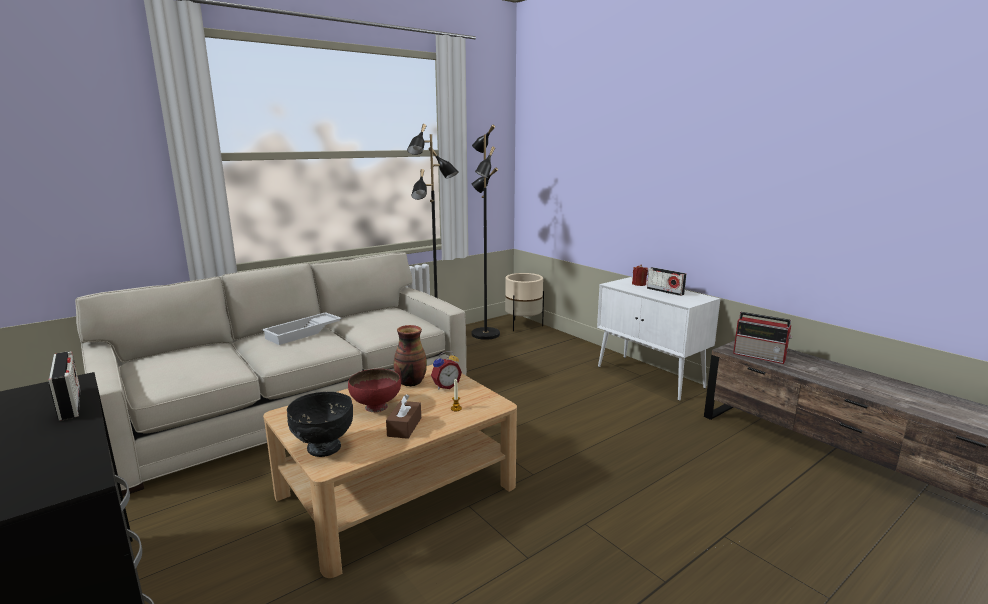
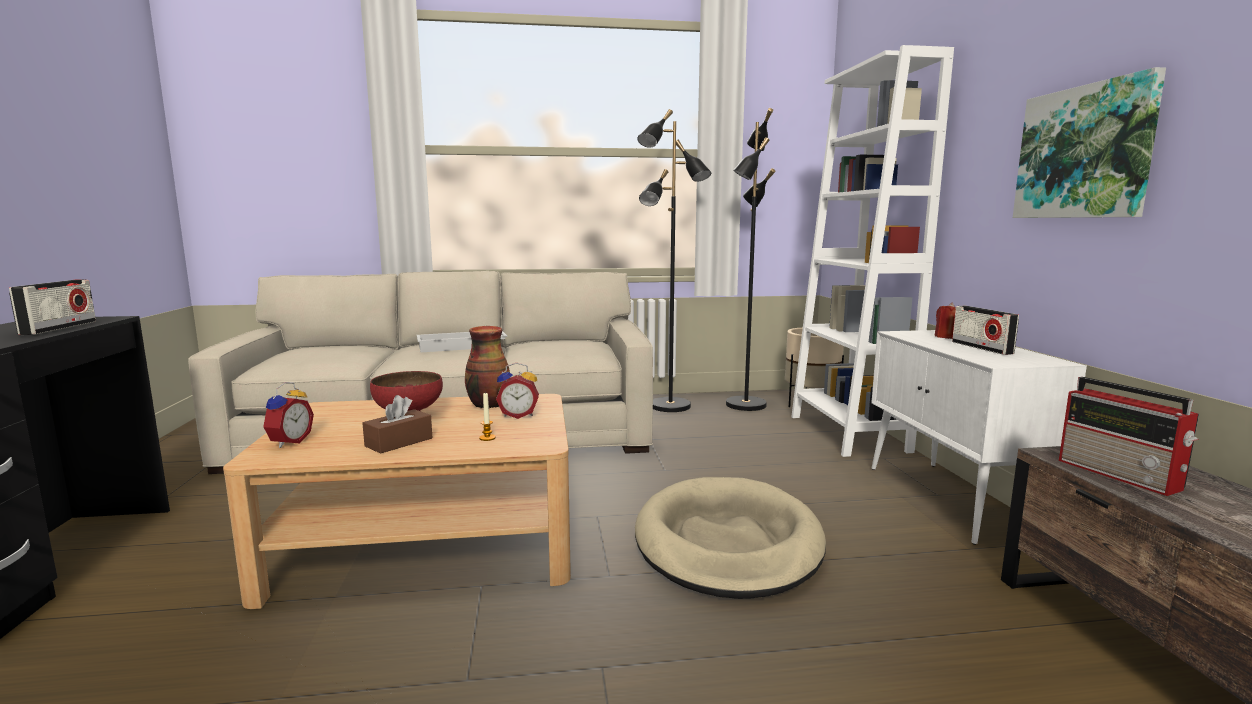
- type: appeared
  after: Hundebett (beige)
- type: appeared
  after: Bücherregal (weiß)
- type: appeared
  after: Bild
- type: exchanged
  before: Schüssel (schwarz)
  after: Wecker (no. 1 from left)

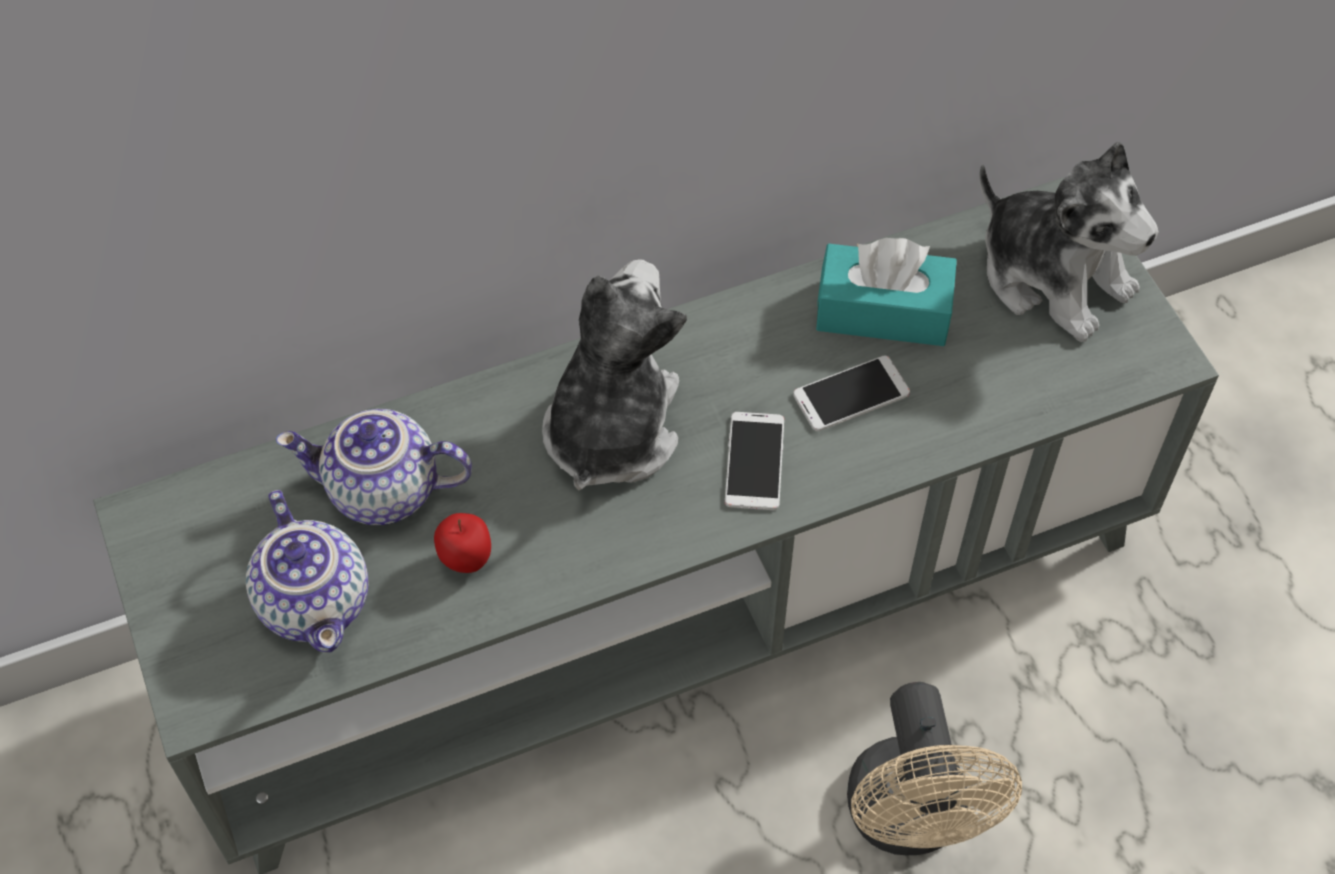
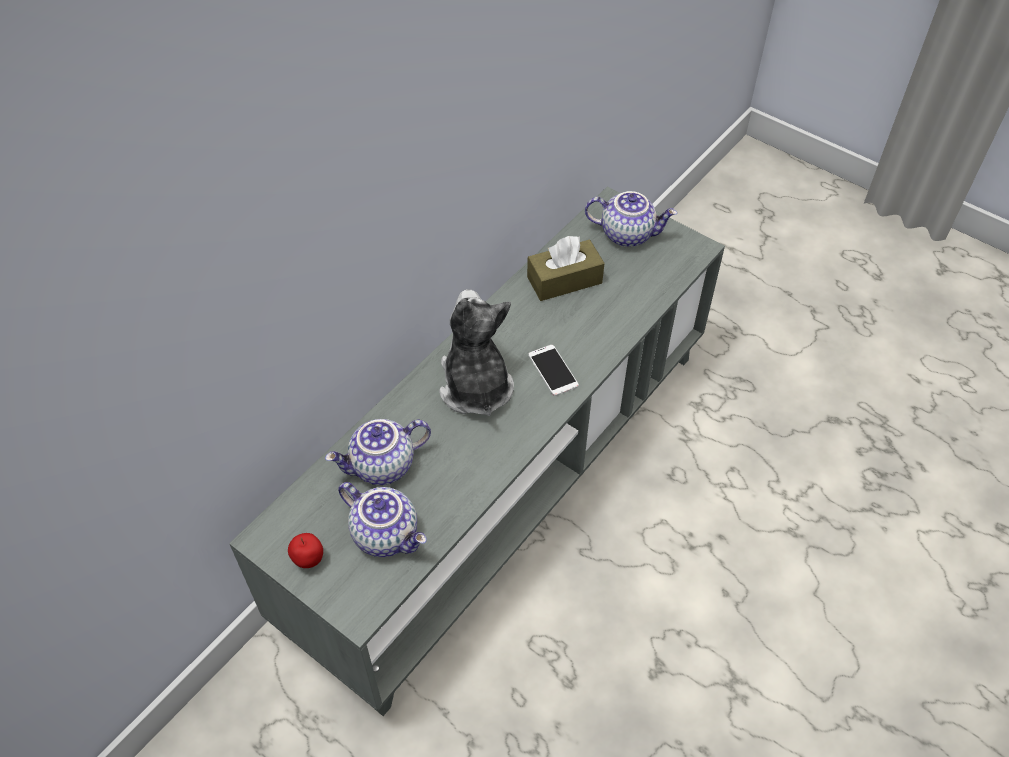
- type: missing
  before: Handy (no. 2 from left)
- type: missing
  before: Ventilator (beige)
- type: relocated
  before: Apfel
- type: exchanged
  before: Plüschtier (no. 2 from left)
  after: Teekanne (no. 3 from left)
- type: colour
  before: Taschentuchbox (türkis)
  after: Taschentuchbox (braun)

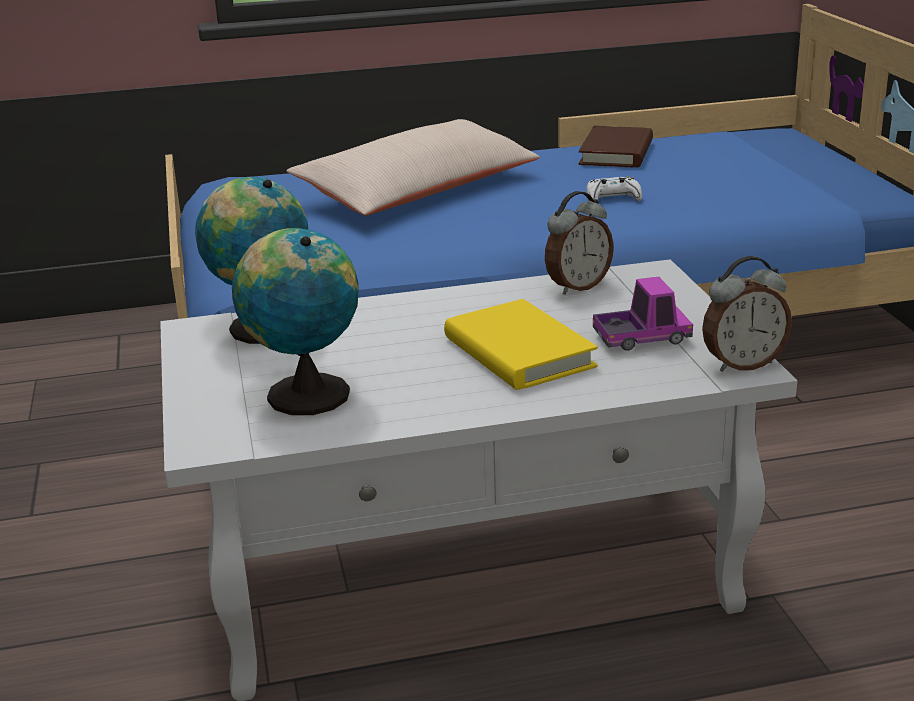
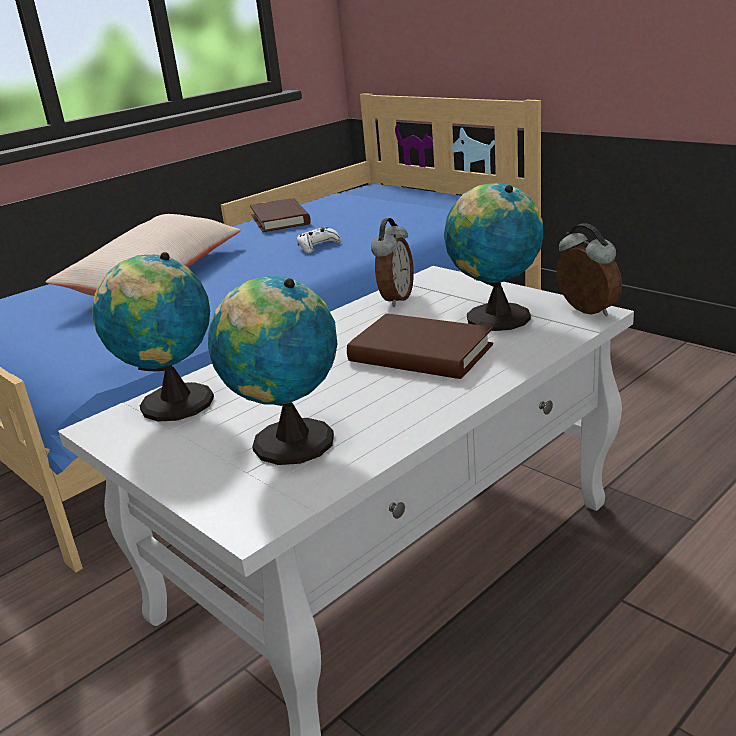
- type: exchanged
  before: Spielzeuglaster
  after: Globus (no. 3 from left)
- type: colour
  before: Buch (gelb)
  after: Buch (braun) (no. 2 from left)
- type: spun
  before: Wecker (no. 2 from left)
  turn: -75

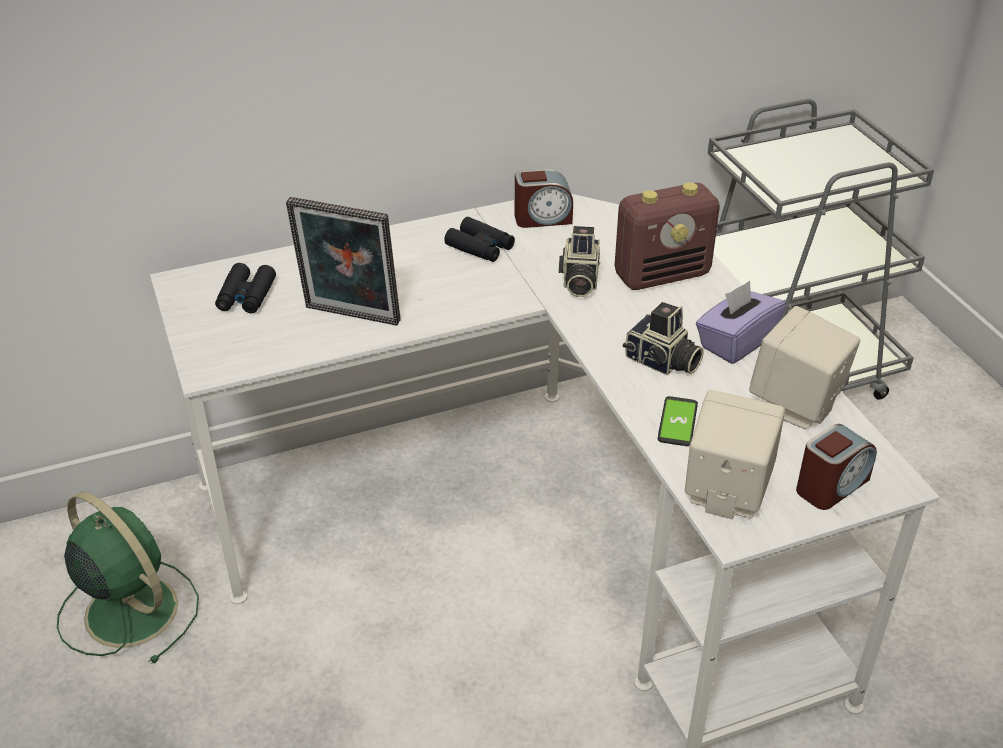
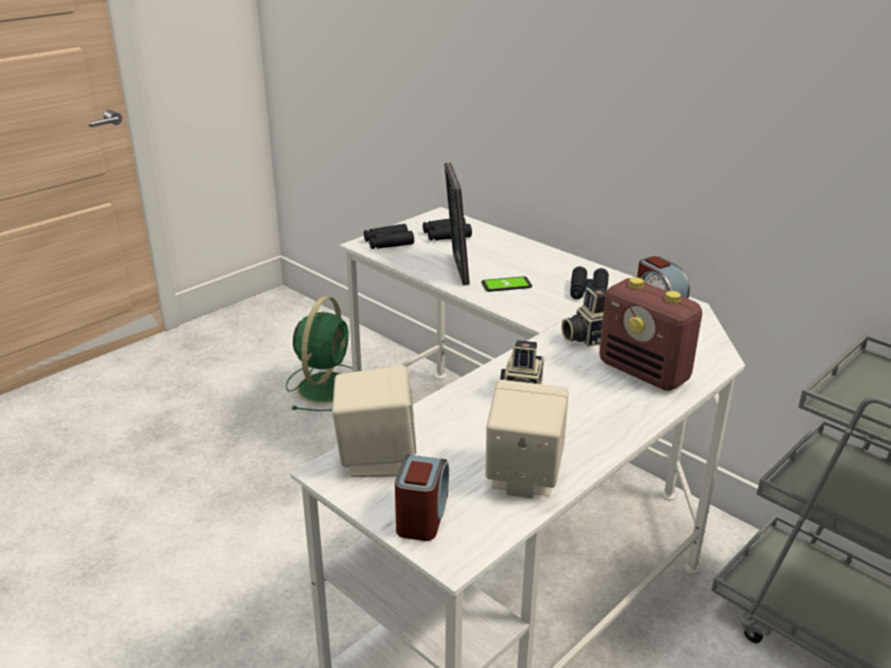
- type: missing
  before: Taschentuchbox (lila)
- type: appeared
  after: Fernglas (schwarz) (no. 1 from left)
- type: relocated
  before: Handy
- type: spun
  before: Wecker (no. 2 from left in the first image)
  turn: -105

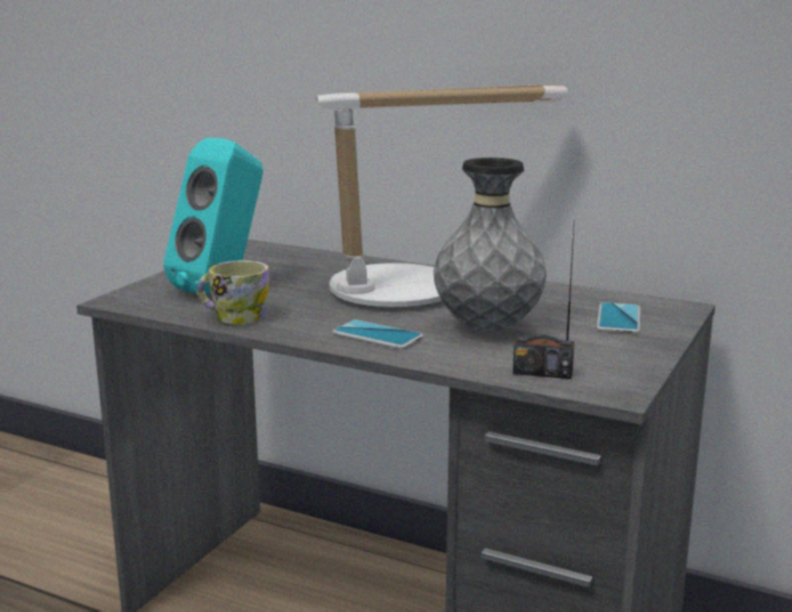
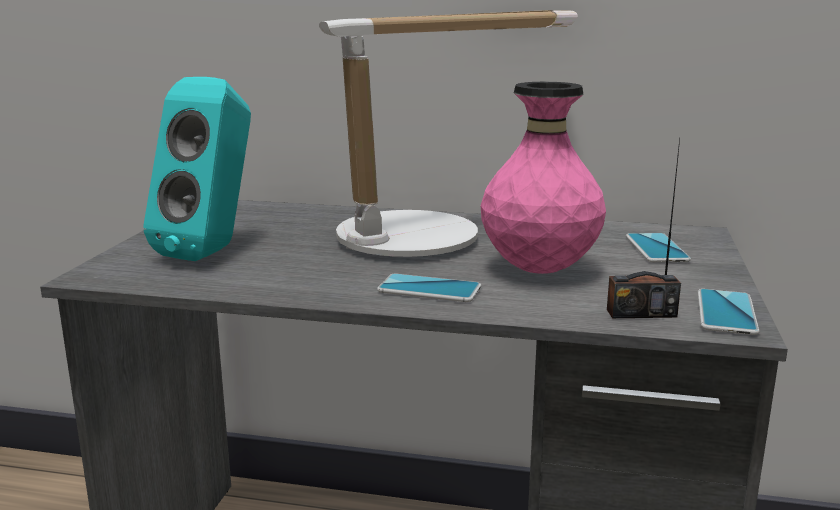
- type: missing
  before: Henkelbecher
- type: appeared
  after: Handy (no. 3 from left)
- type: colour
  before: Vase (grau)
  after: Vase (rosa)

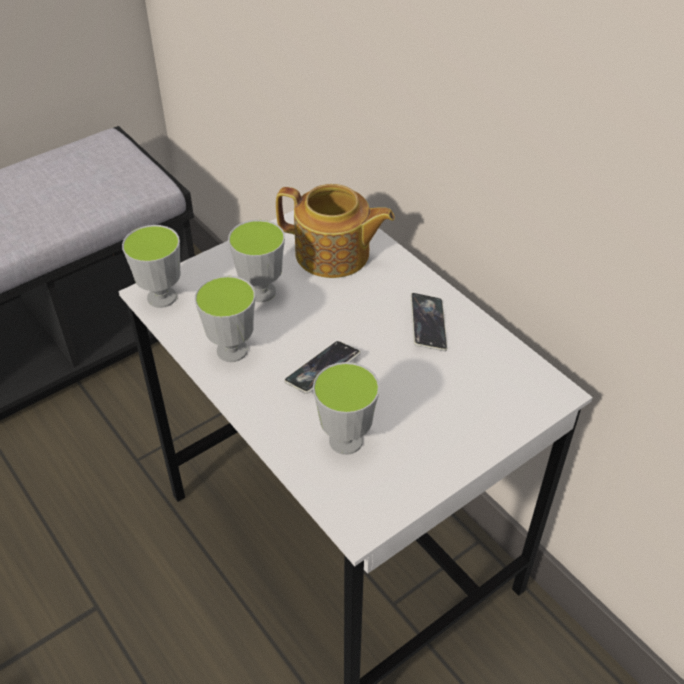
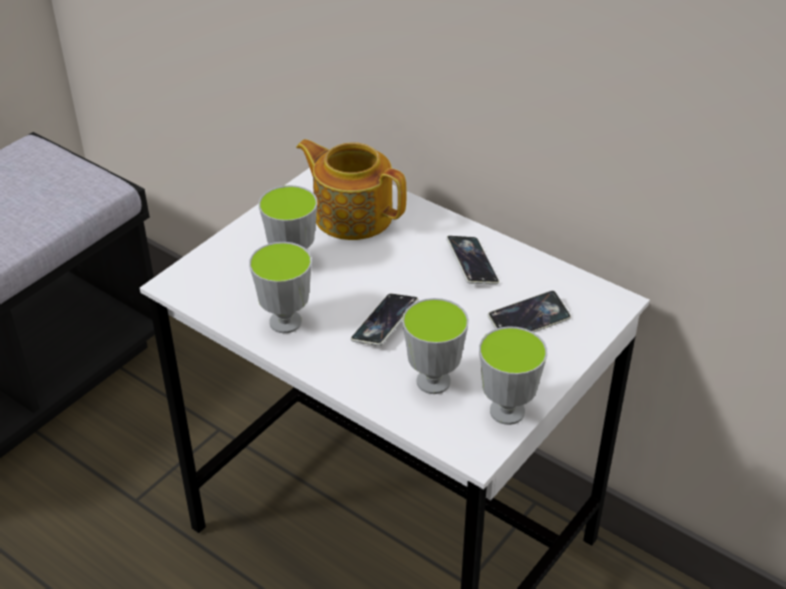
- type: appeared
  after: Handy (no. 3 from left)
- type: relocated
  before: Tasse (no. 1 from left in the first image)
  after: Tasse (no. 4 from left)
- type: spun
  before: Teekanne
  turn: -150

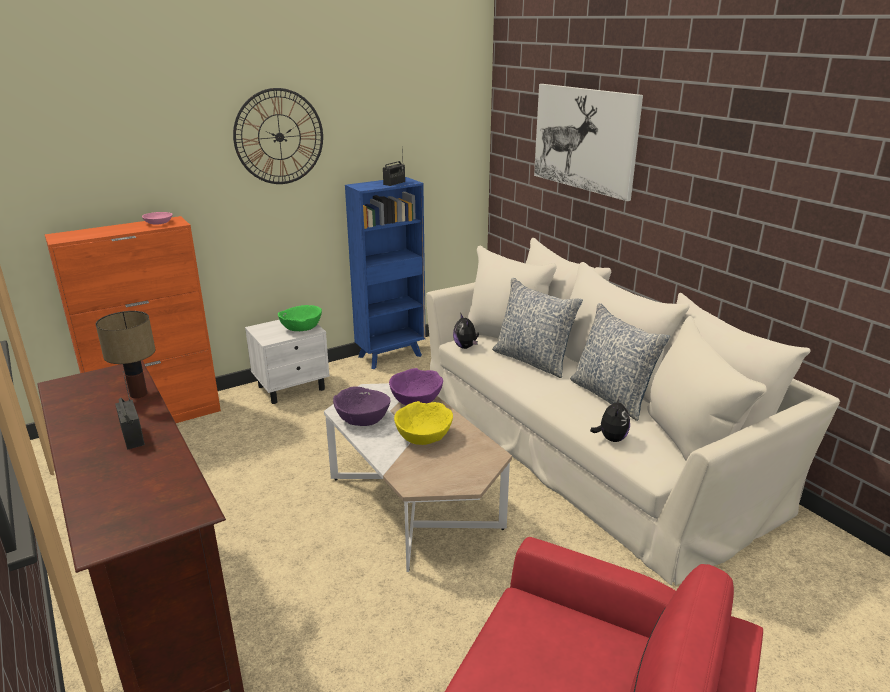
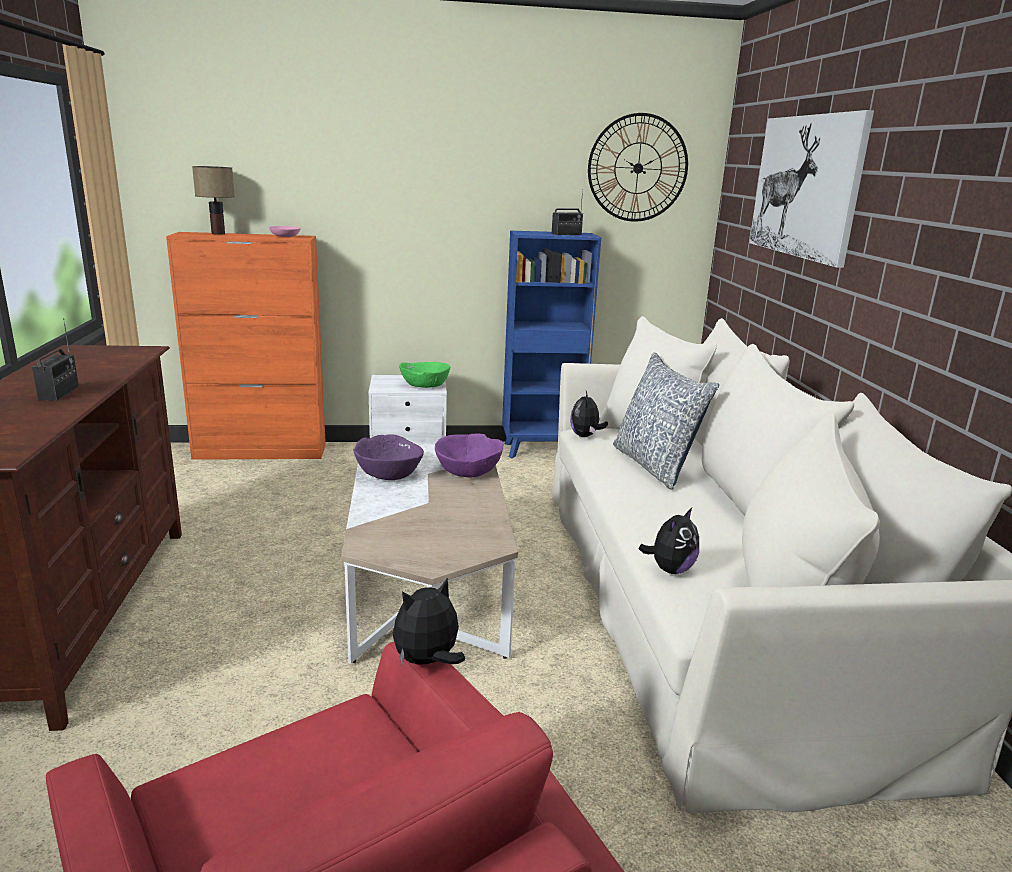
- type: missing
  before: Schüssel (gelb)
- type: missing
  before: Kissen (no. 2 from left)
- type: appeared
  after: Plüschtier (no. 1 from left)
- type: relocated
  before: Tischlampe
- type: relocated
  before: Wanduhr

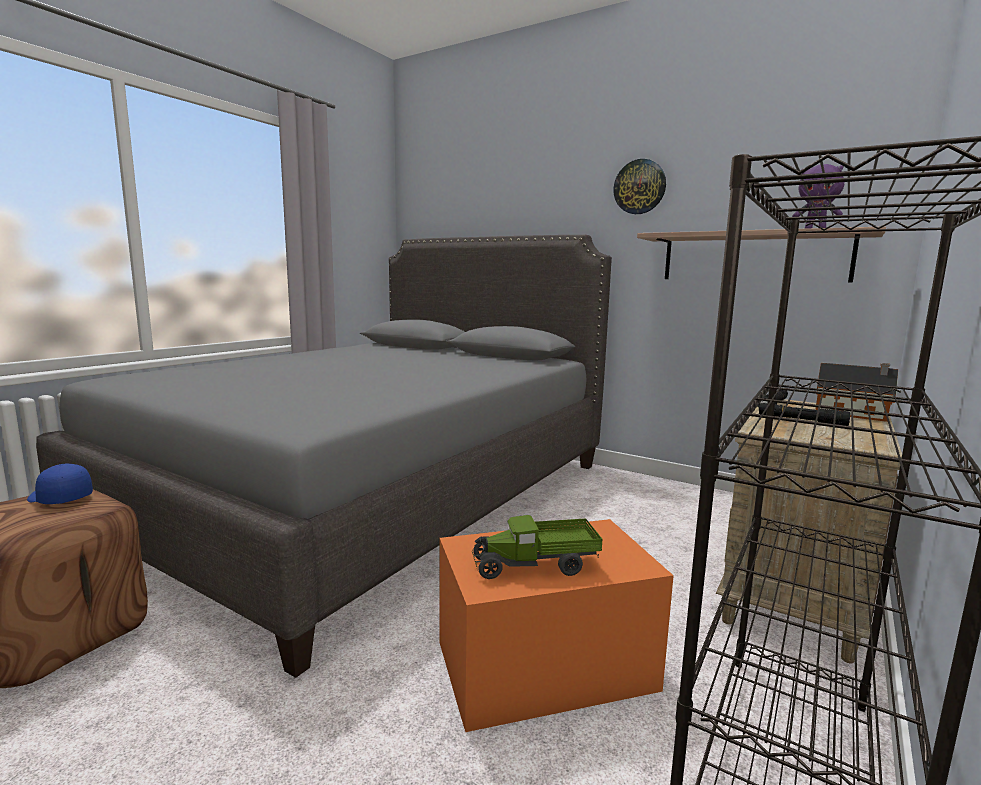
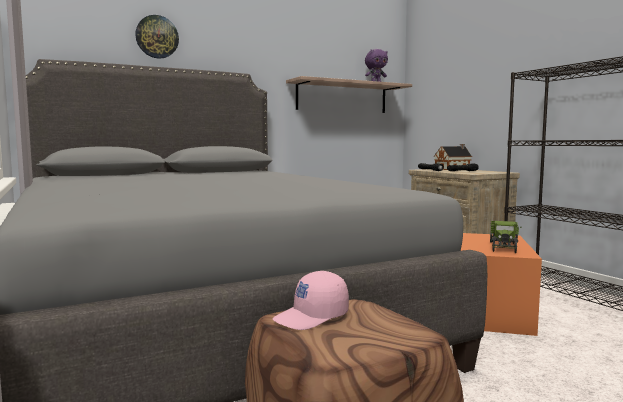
- type: relocated
  before: Wanduhr
- type: colour
  before: Kappe (blau)
  after: Kappe (rosa)

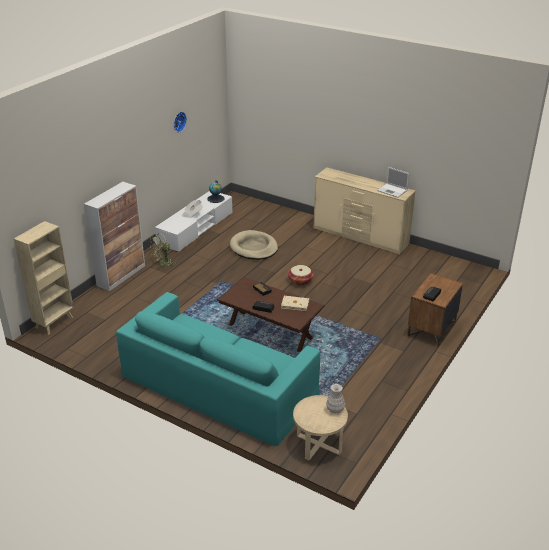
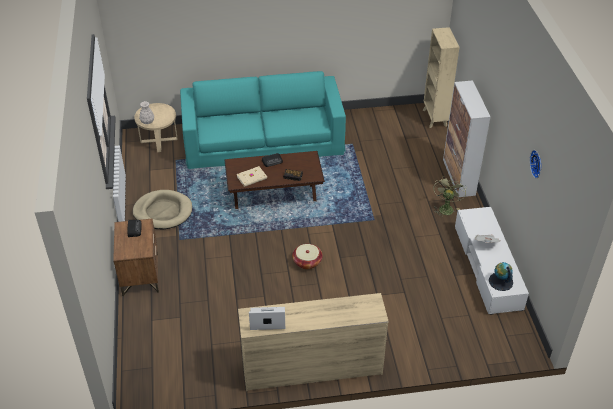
- type: relocated
  before: Hundebett (beige)

